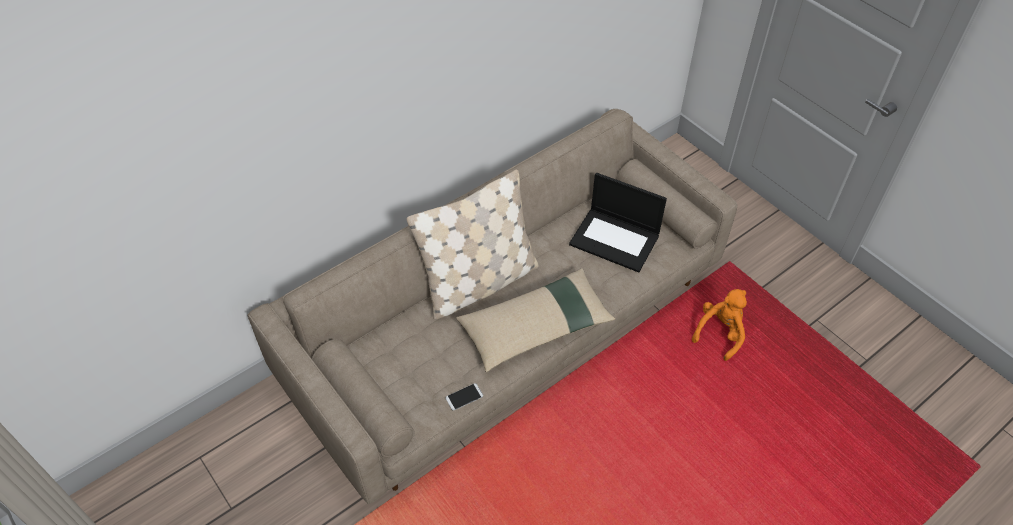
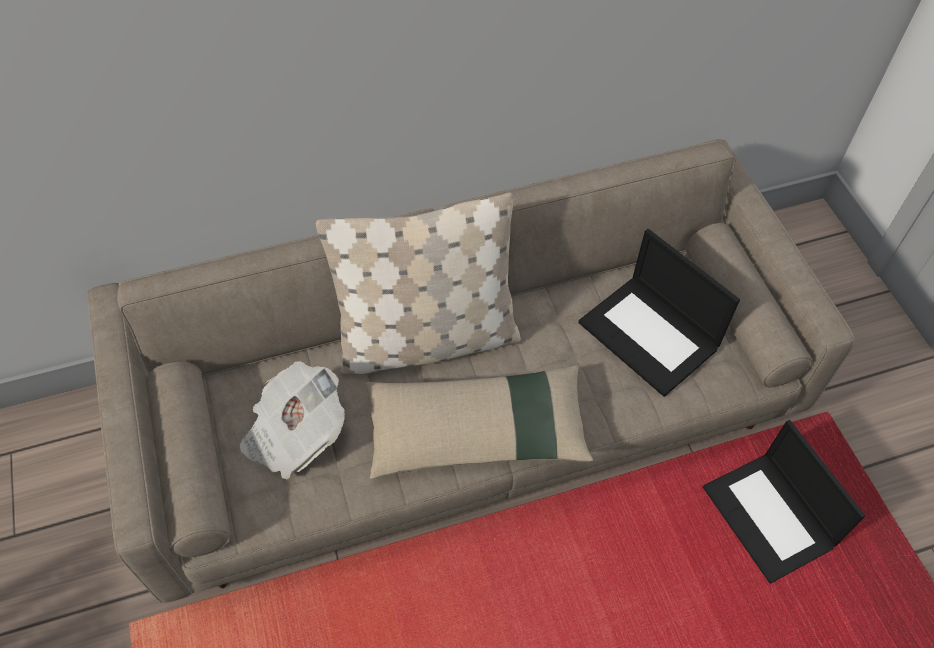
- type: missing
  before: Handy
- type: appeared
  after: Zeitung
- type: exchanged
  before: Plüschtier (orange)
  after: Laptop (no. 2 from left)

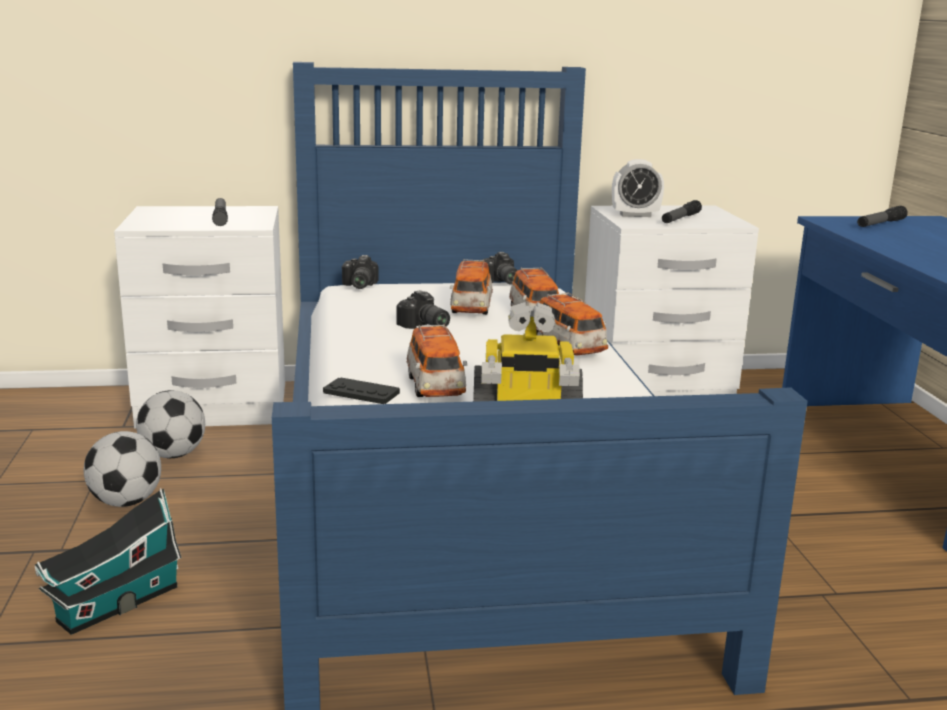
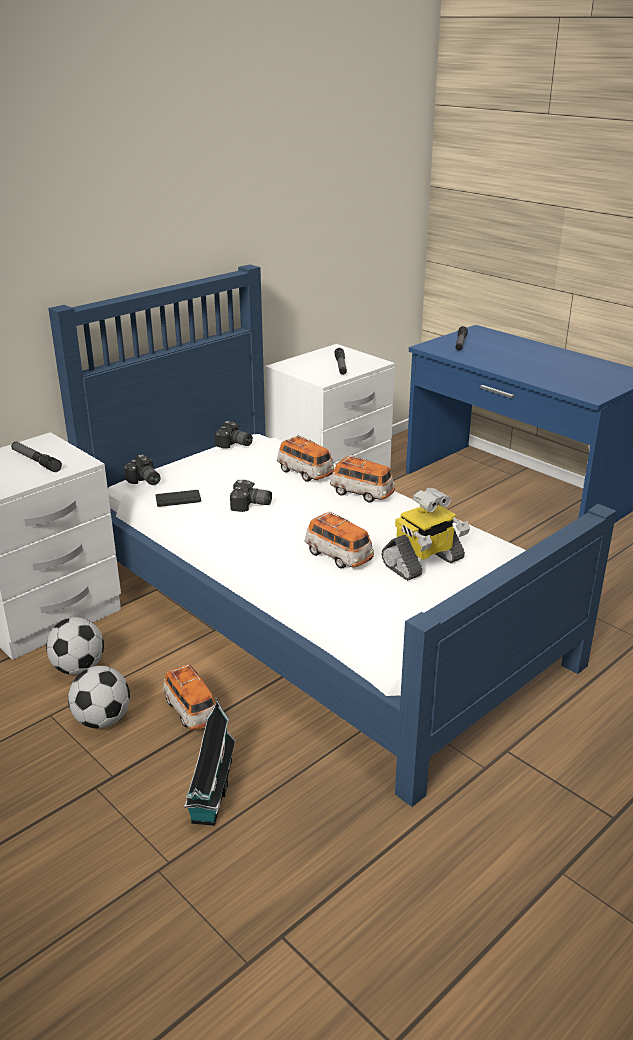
- type: missing
  before: Wecker
- type: relocated
  before: Gamepad (schwarz)
- type: relocated
  before: Spielzeugauto (no. 2 from left in the first image)
  after: Spielzeugauto (no. 1 from left)

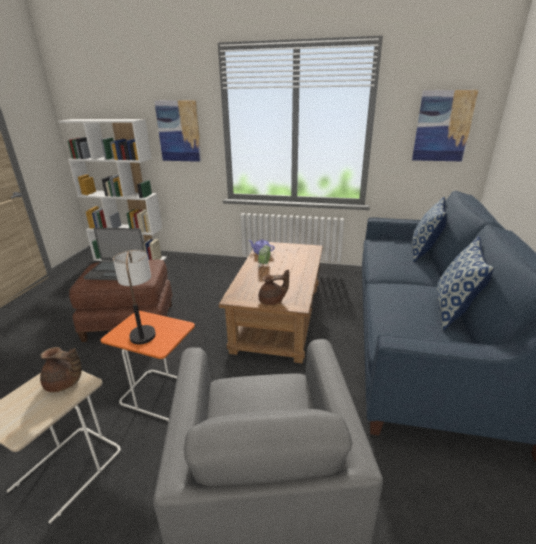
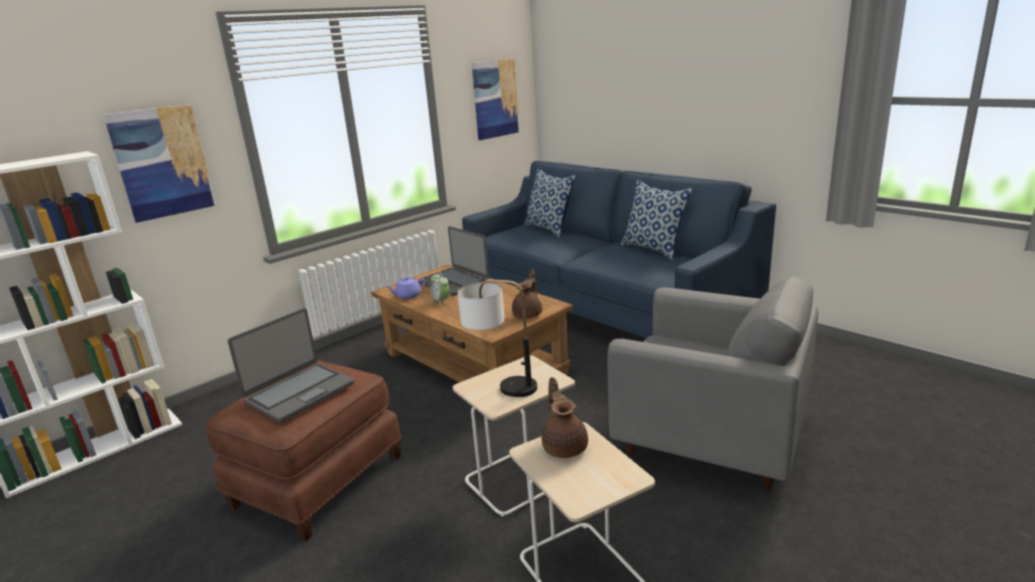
- type: appeared
  after: Laptop (no. 2 from left)
- type: colour
  before: Beistelltisch (orange)
  after: Beistelltisch (beige) (no. 1 from left)
- type: spun
  before: Teekanne (braun) (no. 1 from left in the first image)
  turn: -60

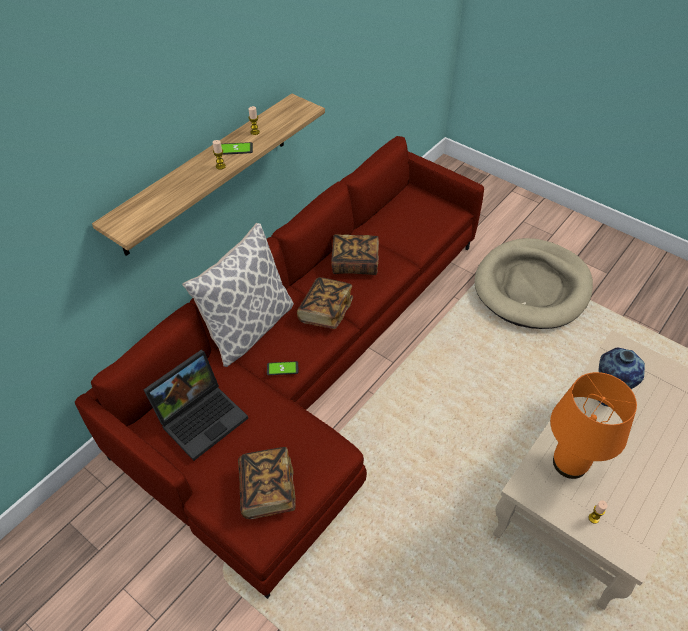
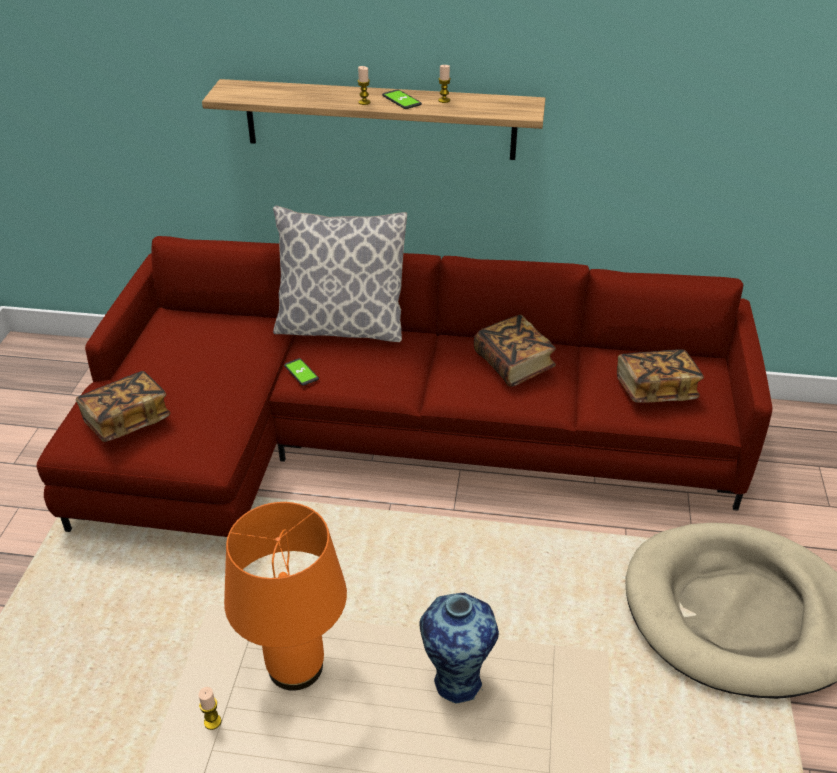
- type: missing
  before: Laptop
- type: relocated
  before: Buch (no. 2 from left in the first image)
  after: Buch (no. 3 from left)

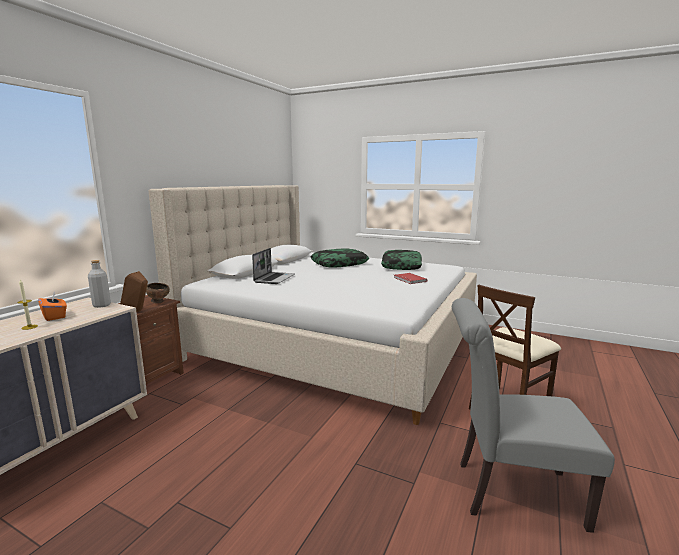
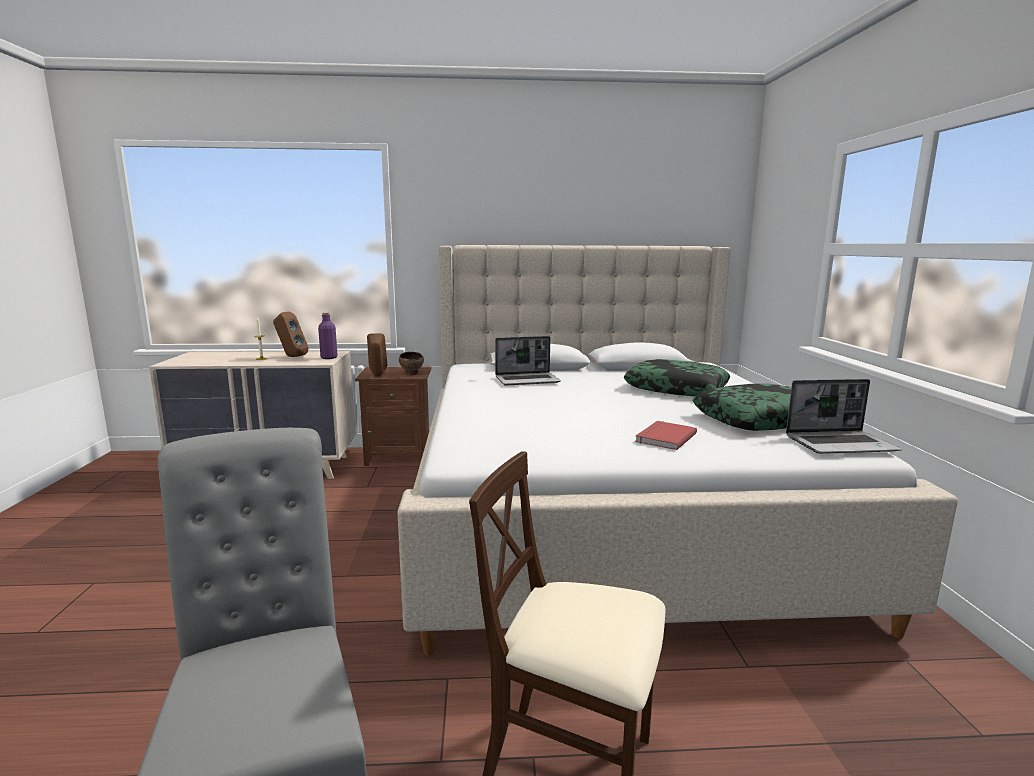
- type: appeared
  after: Laptop (no. 2 from left)
- type: exchanged
  before: Taschentuchbox (orange)
  after: Lautsprecher (braun) (no. 1 from left)
- type: colour
  before: Flasche (grau)
  after: Flasche (lila)

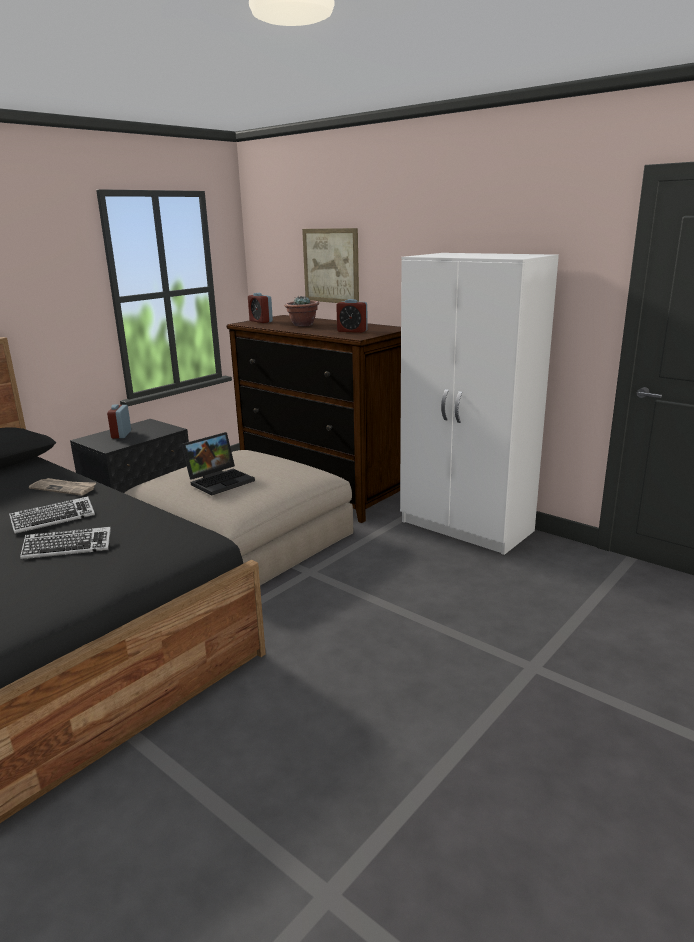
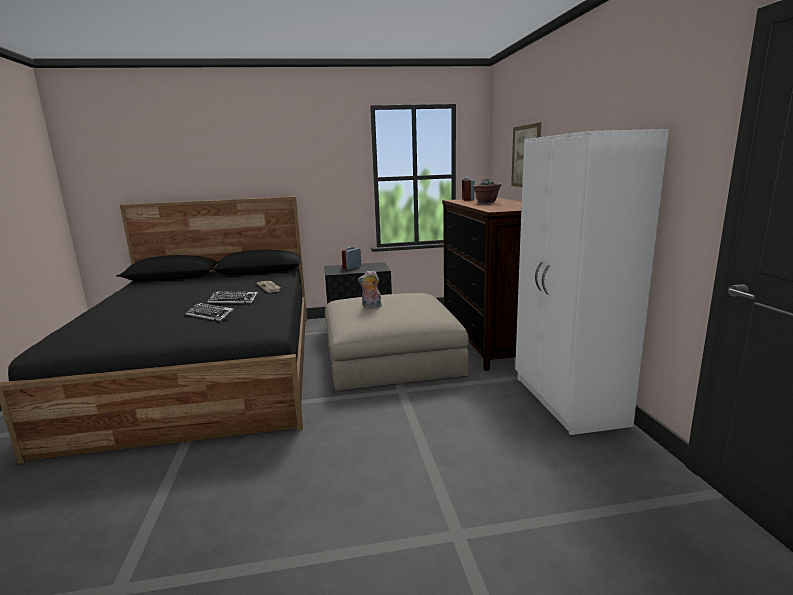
- type: missing
  before: Wecker (no. 3 from left)
- type: exchanged
  before: Laptop
  after: Plüschtier

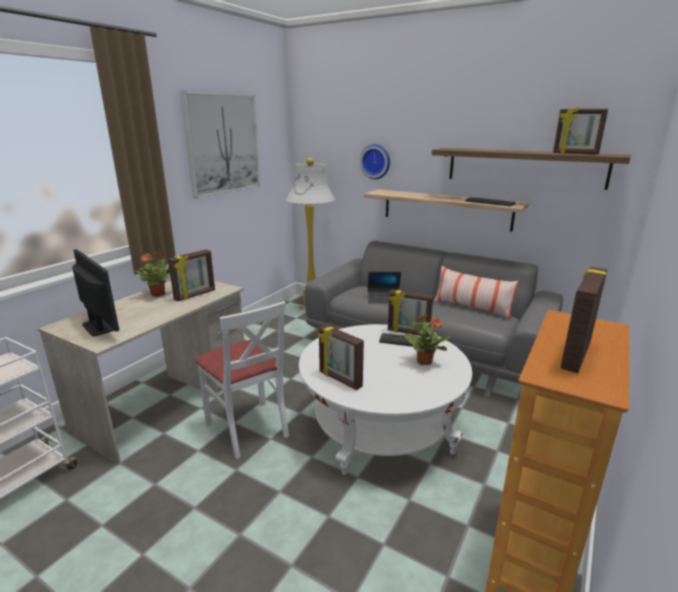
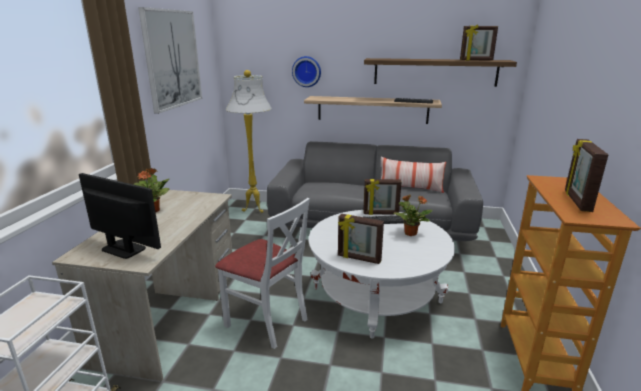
- type: missing
  before: Bilderrahmen (no. 1 from left)
- type: missing
  before: Laptop

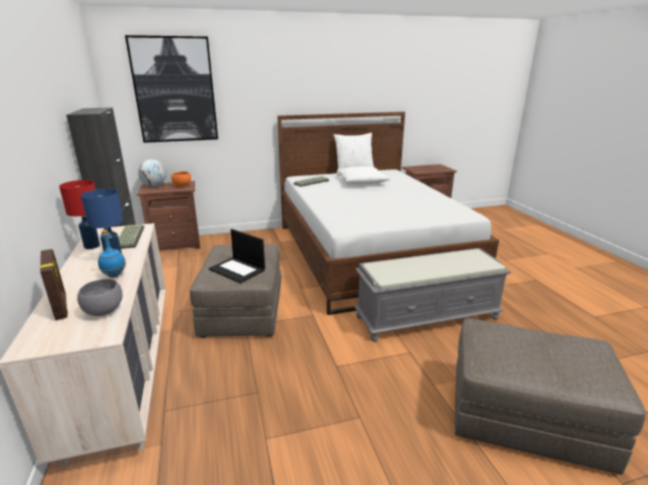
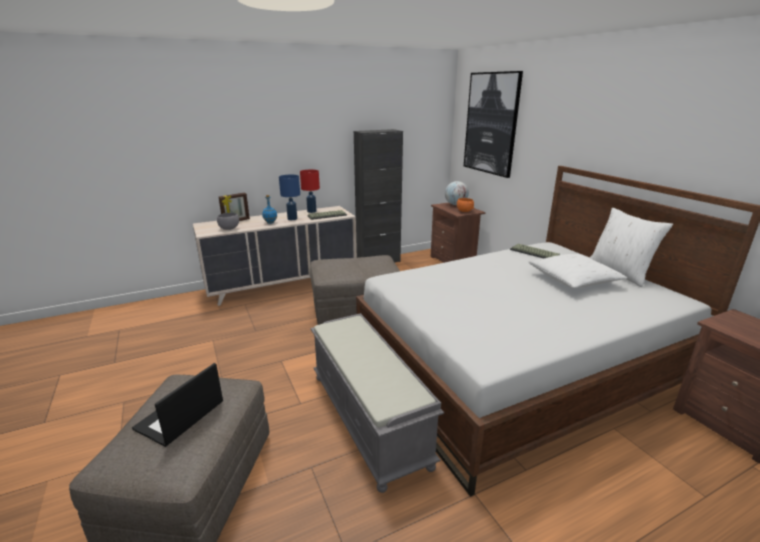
- type: relocated
  before: Laptop

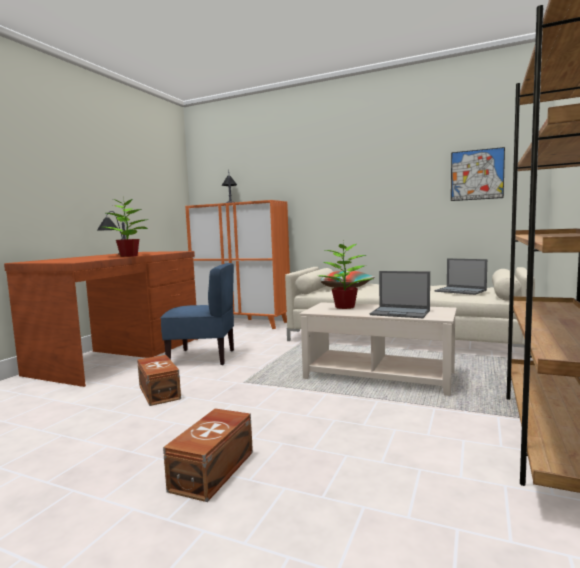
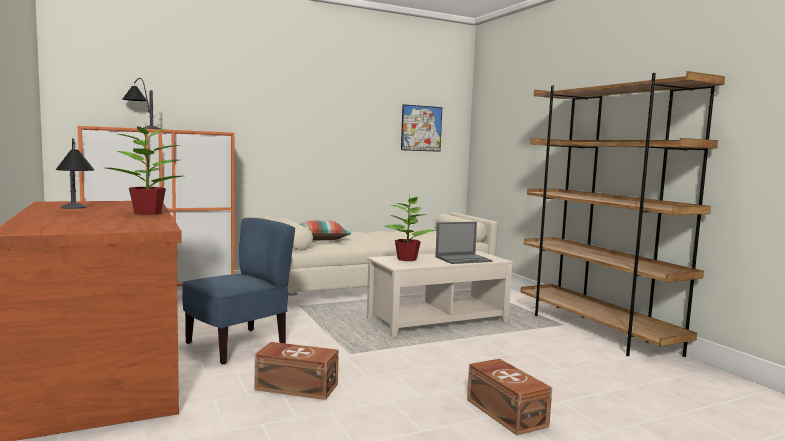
- type: missing
  before: Laptop (no. 2 from left)

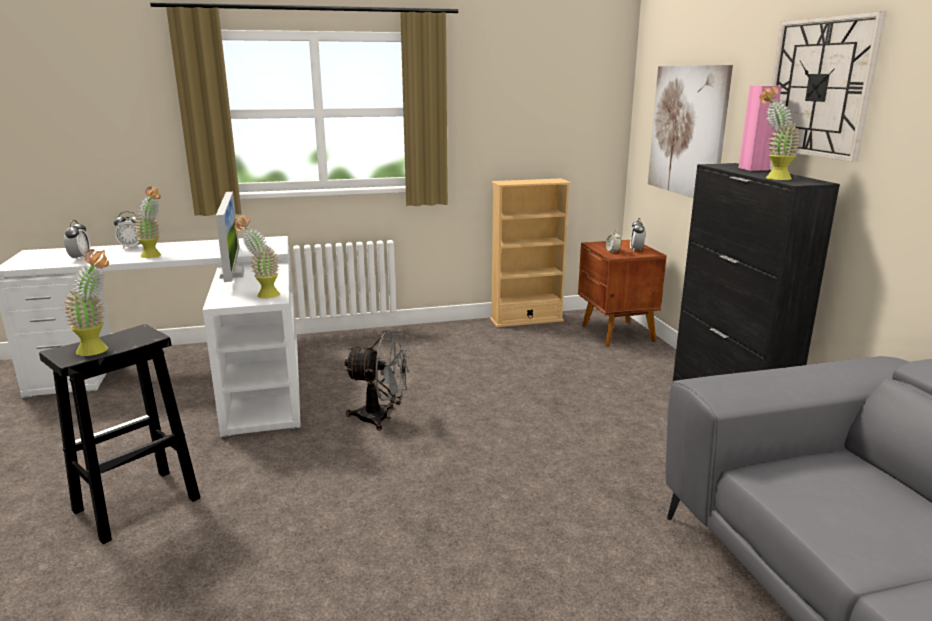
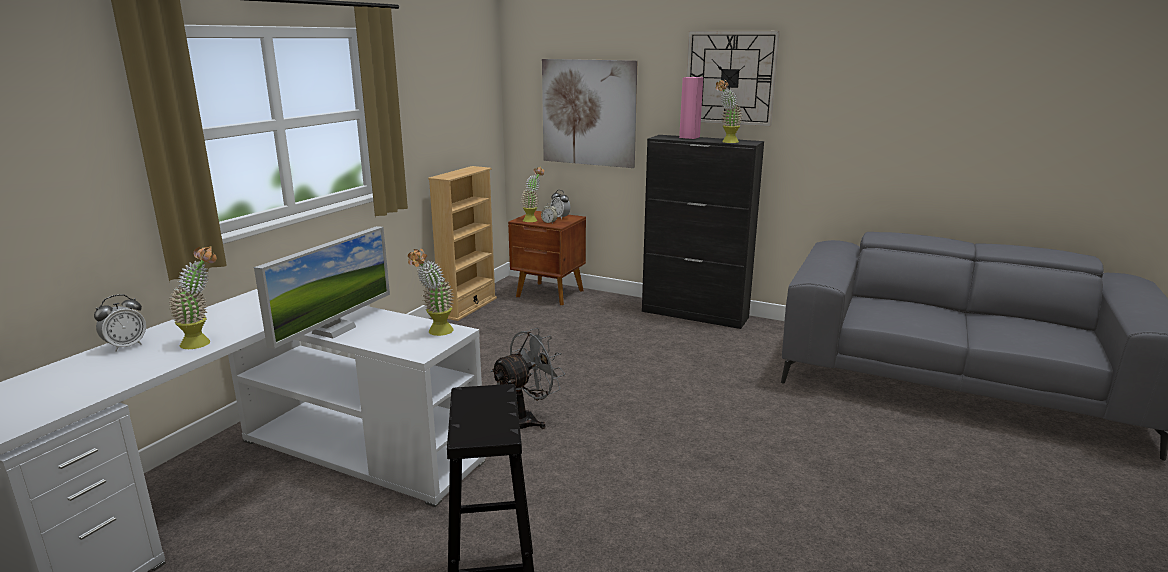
- type: missing
  before: Wecker (no. 1 from left)
- type: relocated
  before: Topfpflanze (no. 1 from left in the first image)
  after: Topfpflanze (no. 3 from left)
- type: spun
  before: Monitor
  turn: 90

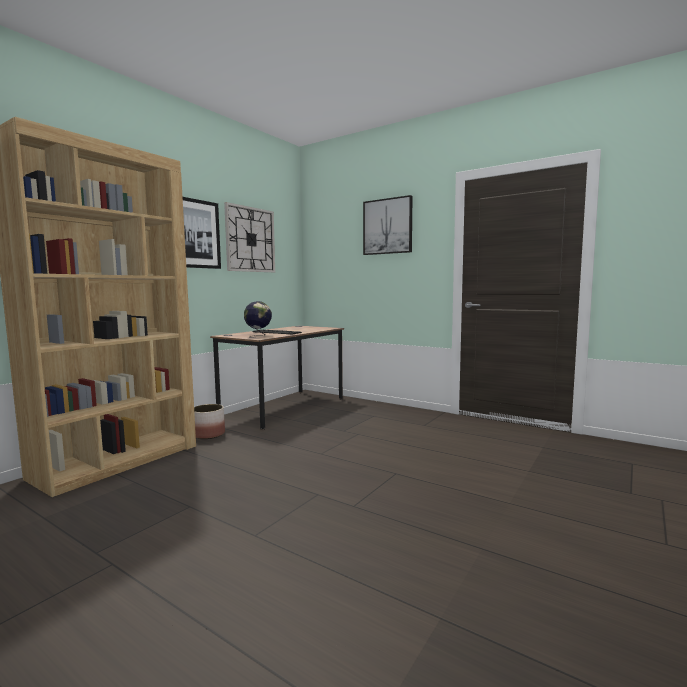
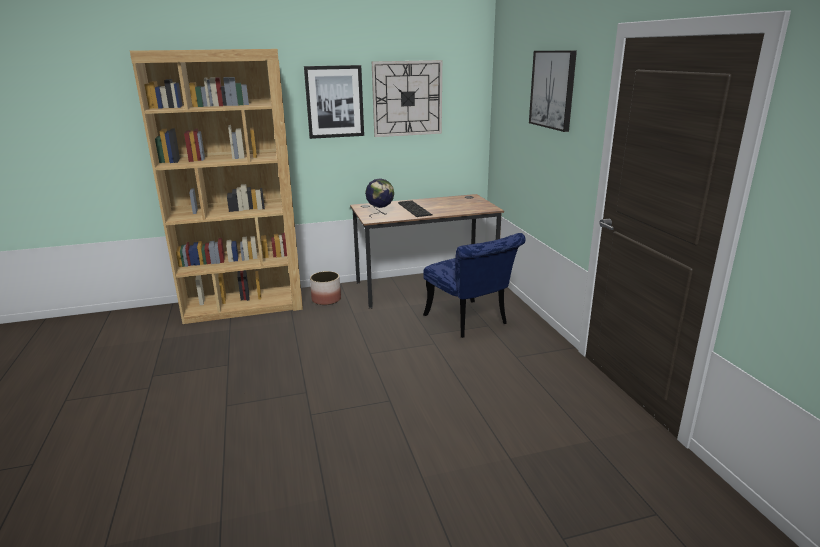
- type: appeared
  after: Stuhl (blau)

